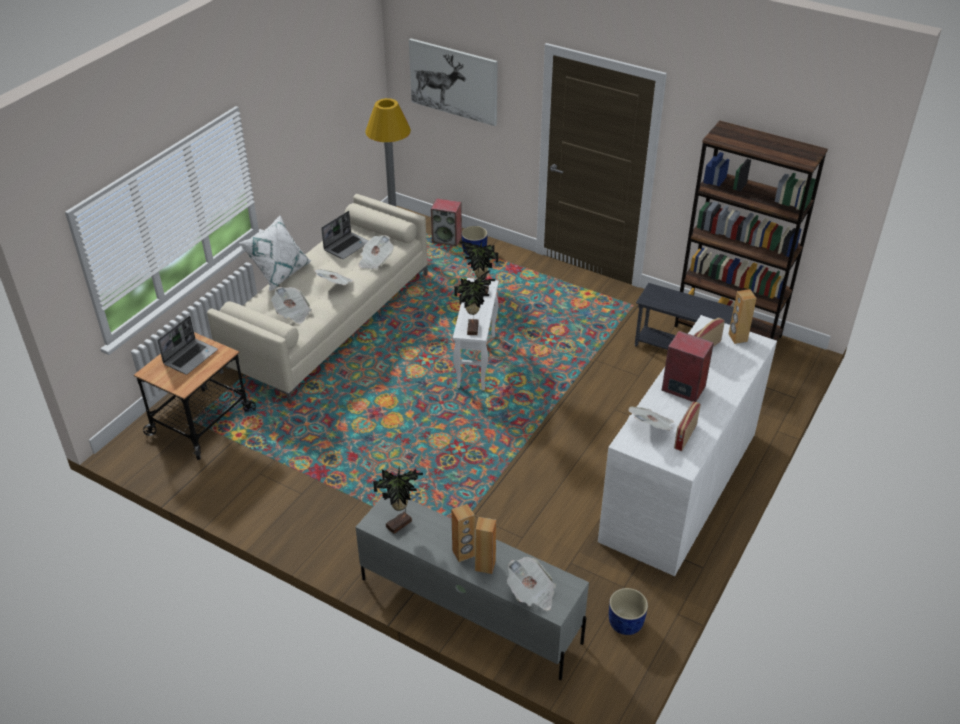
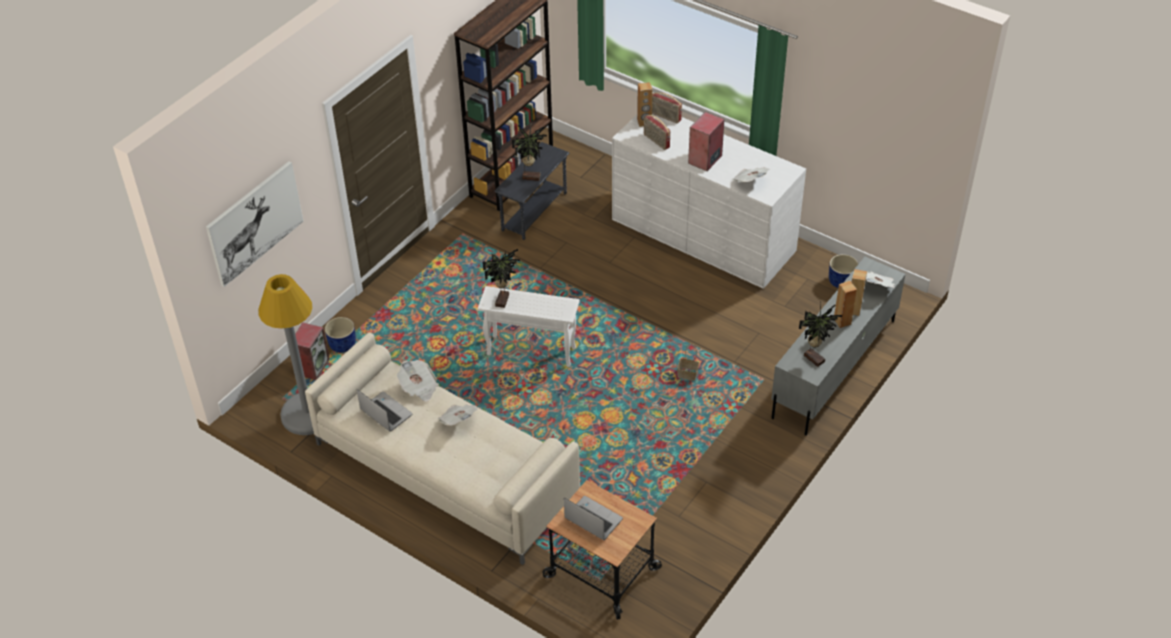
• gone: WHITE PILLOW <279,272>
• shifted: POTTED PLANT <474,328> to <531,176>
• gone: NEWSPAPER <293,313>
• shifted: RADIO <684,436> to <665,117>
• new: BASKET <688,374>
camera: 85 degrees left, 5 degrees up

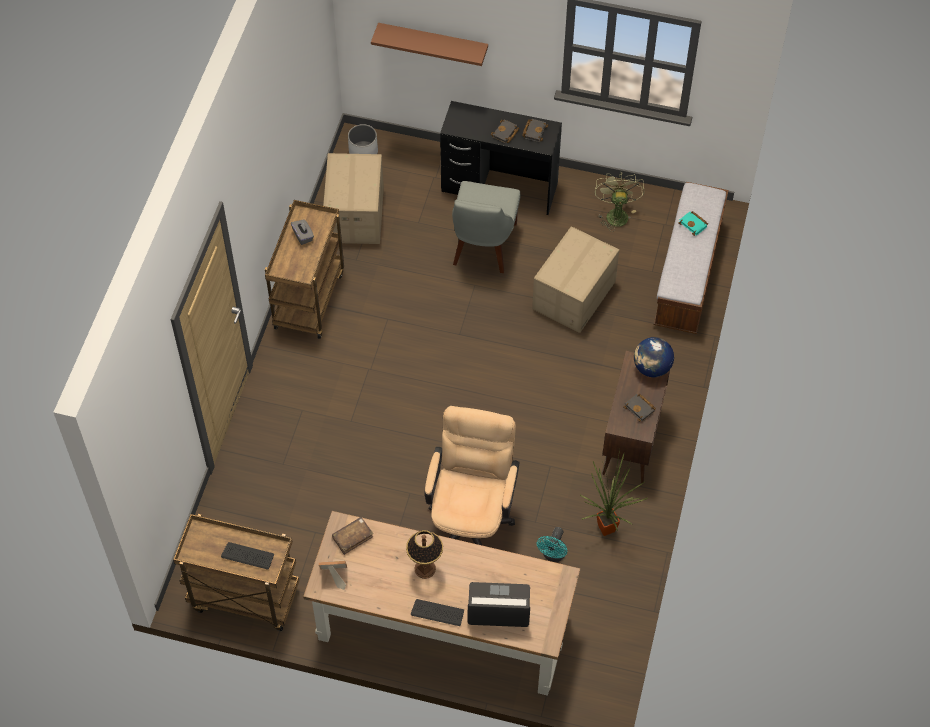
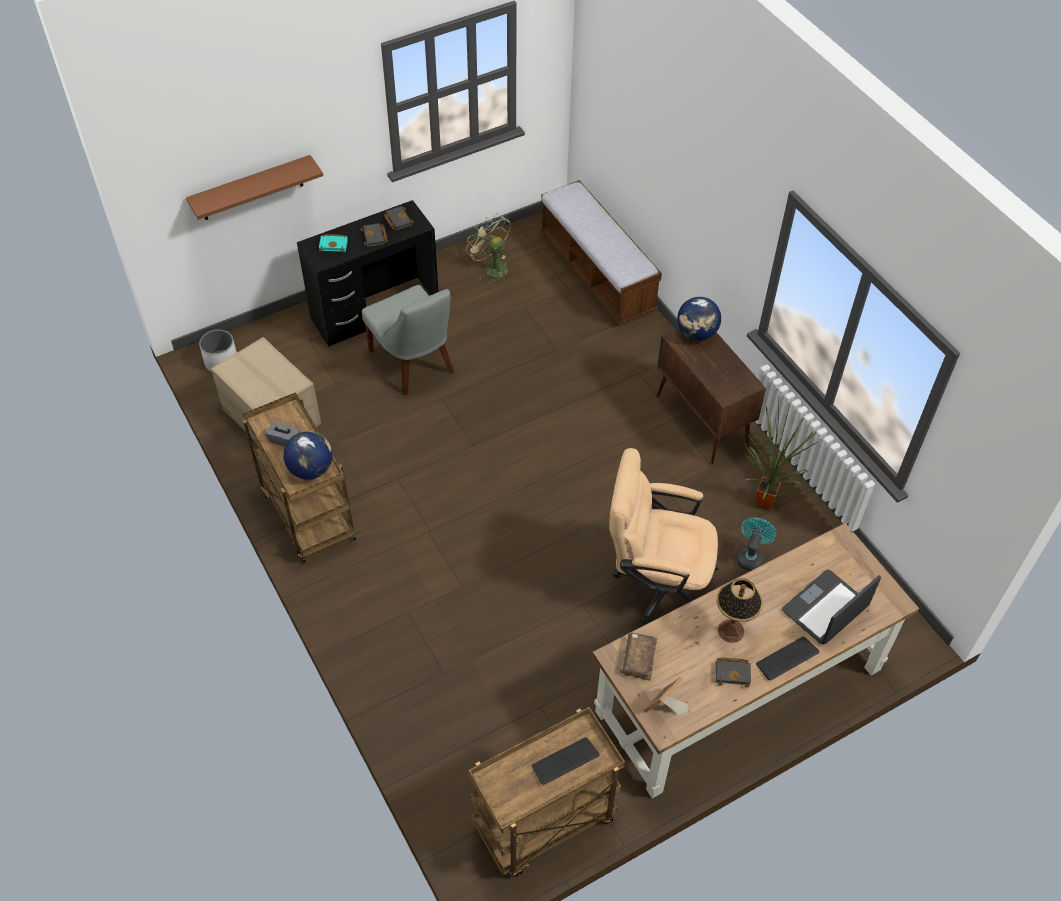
• shifted: TURQUOISE BOOK <694,224> to <334,244>
• gone: CARDBOARD BOX <574,295>
• shifted: BLACK BOOK <640,409> to <733,673>
• rotated: BEIGE OFFICE CHAIR <471,519> = <656,582> 45 degrees counterclockwise
• rotated: TURQUOISE FAN <553,555> = <750,556> 135 degrees counterclockwise
• new: GLOBE <311,469>
camera: 45 degrees left, 5 degrees down

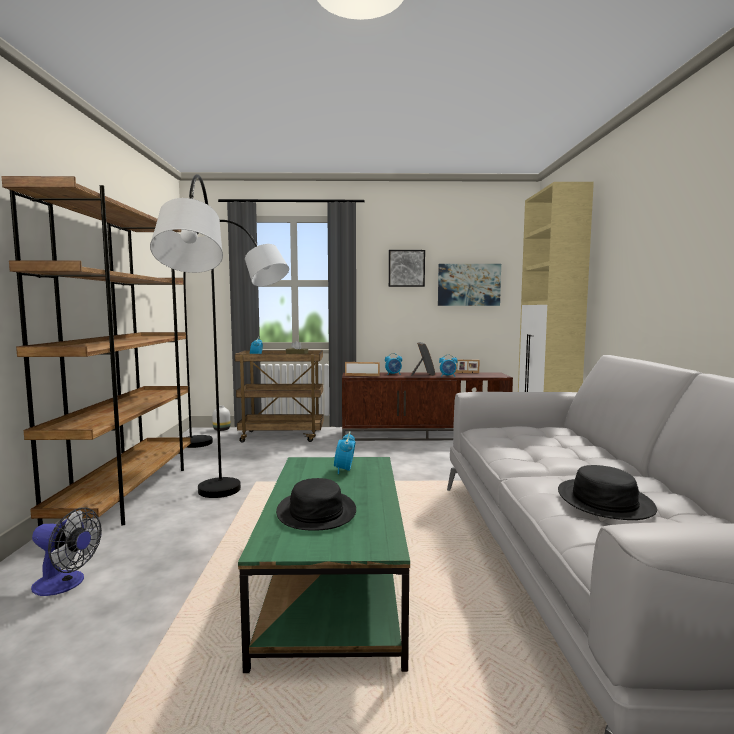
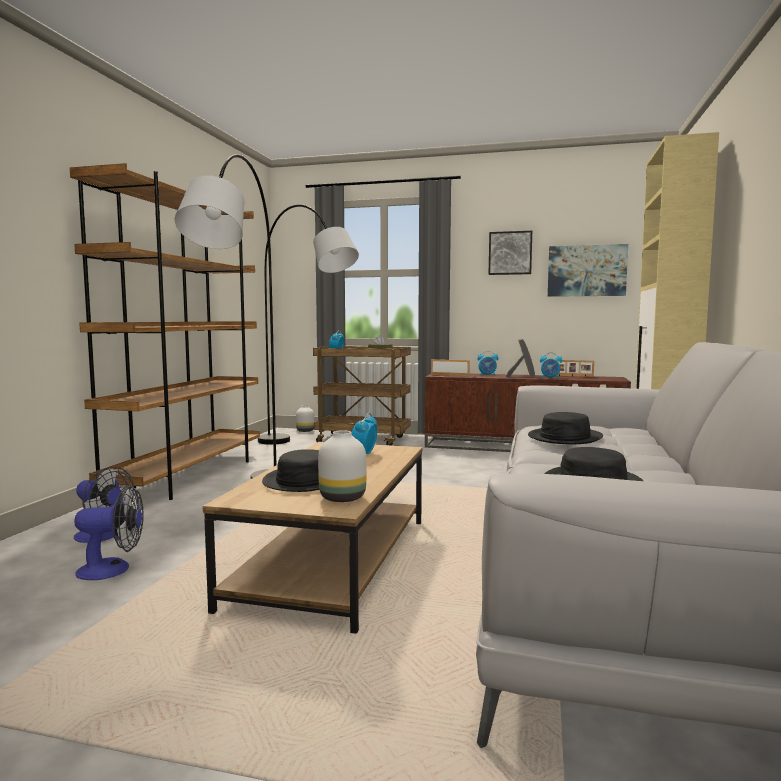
• repainted: GREEN COFFEE TABLE <335,582> to BROWN COFFEE TABLE <335,561>
• new: BLACK HAT <564,437>
• new: WHITE VASE <343,498>
• new: FAN <113,569>
camera: 15 degrees right, 0 degrees up

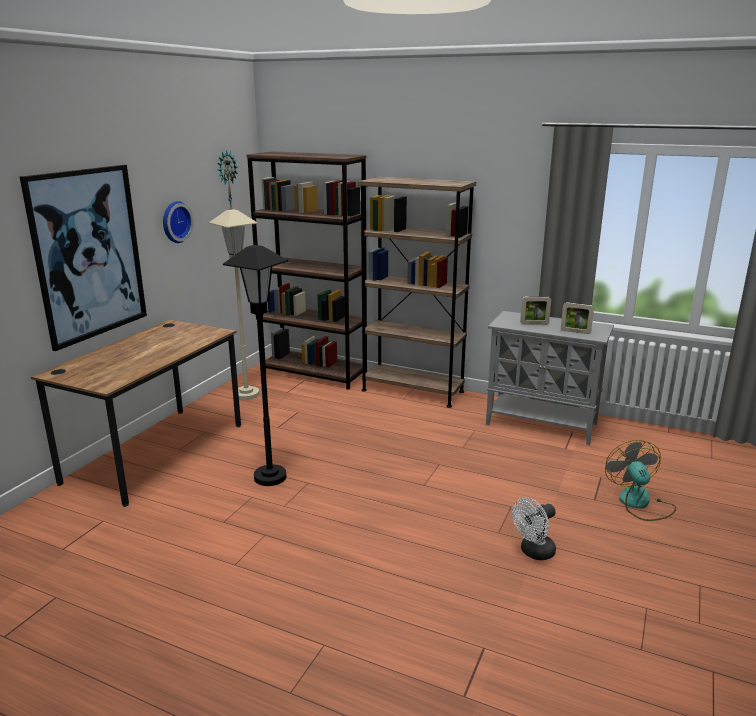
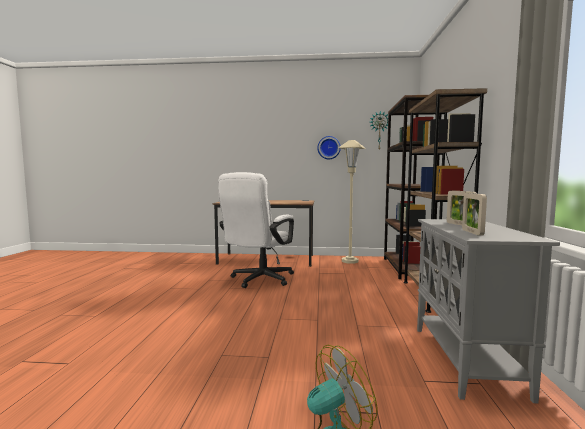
• gone: PICTURE <89,254>
• swapped: BLACK FLOOR LAMP <270,477> to WHITE OFFICE CHAIR <258,280>
• gone: WHITE FAN <533,552>
camera: 70 degrees right, 15 degrees down

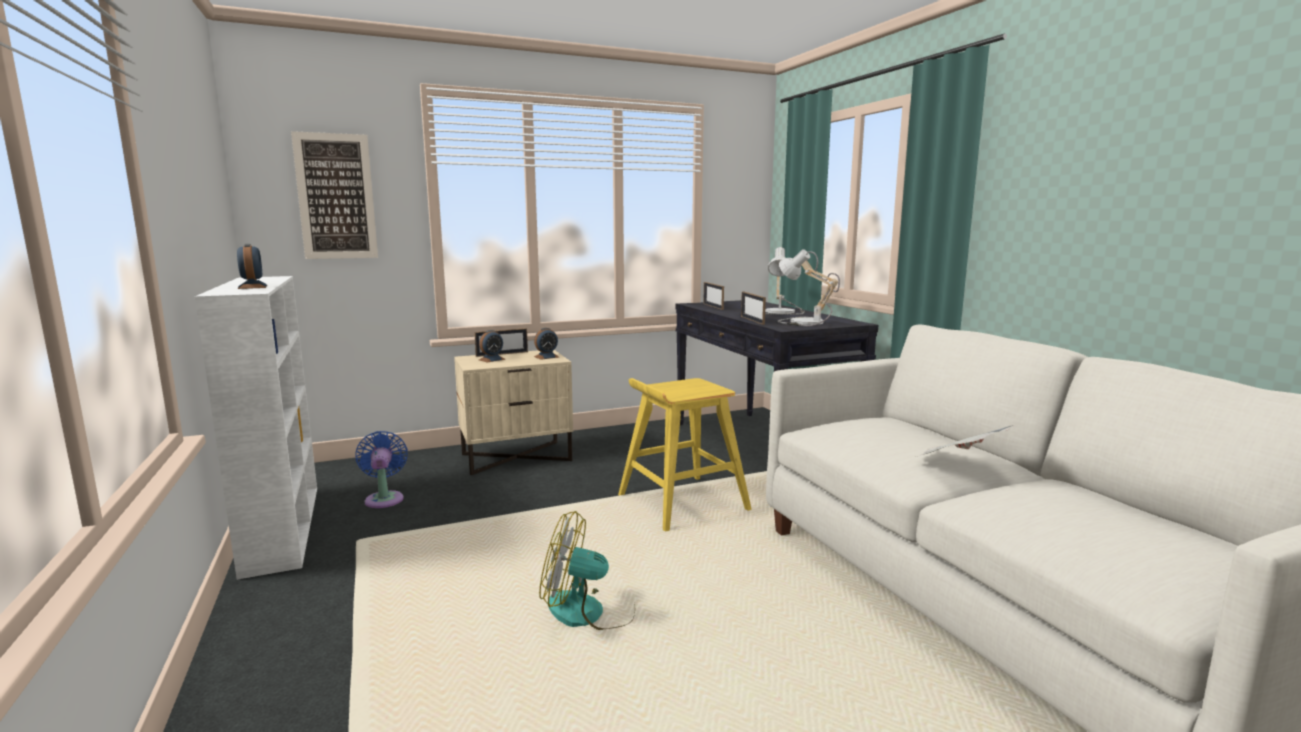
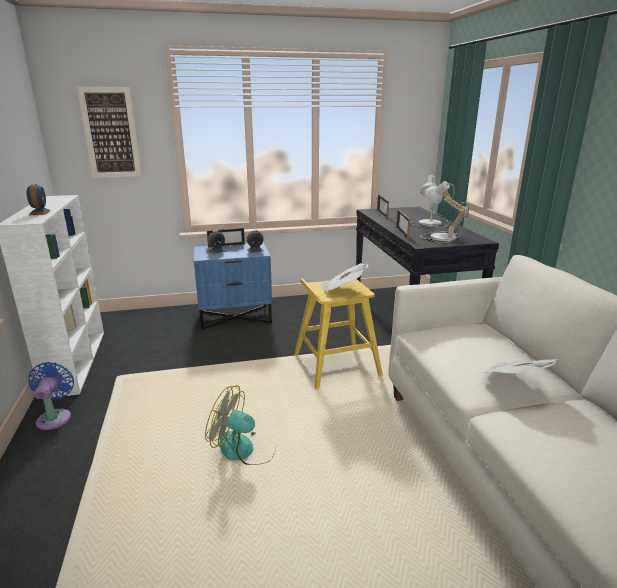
• repainted: BEIGE NIGHTSTAND <516,457> to BLUE NIGHTSTAND <235,317>
• shifted: BLUE FAN <384,498> to <55,417>
• new: NEWSPAPER <342,289>
camera: 10 degrees right, 10 degrees up

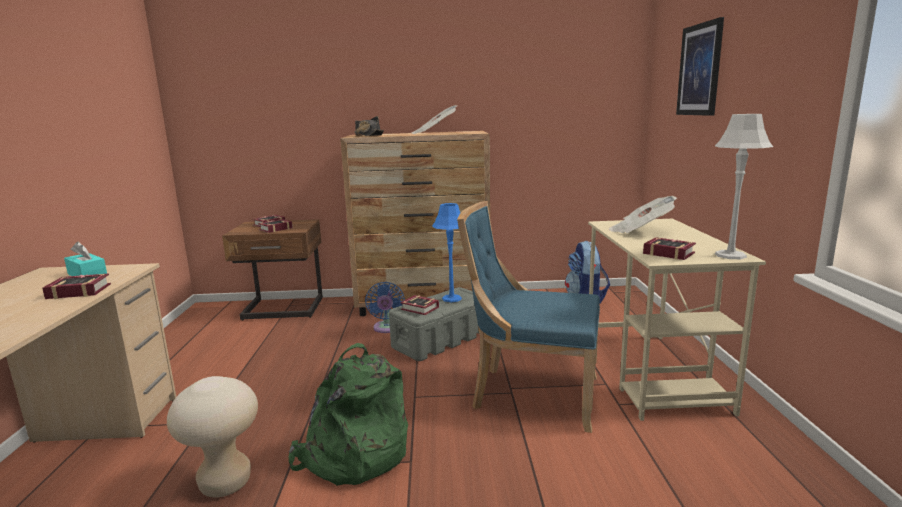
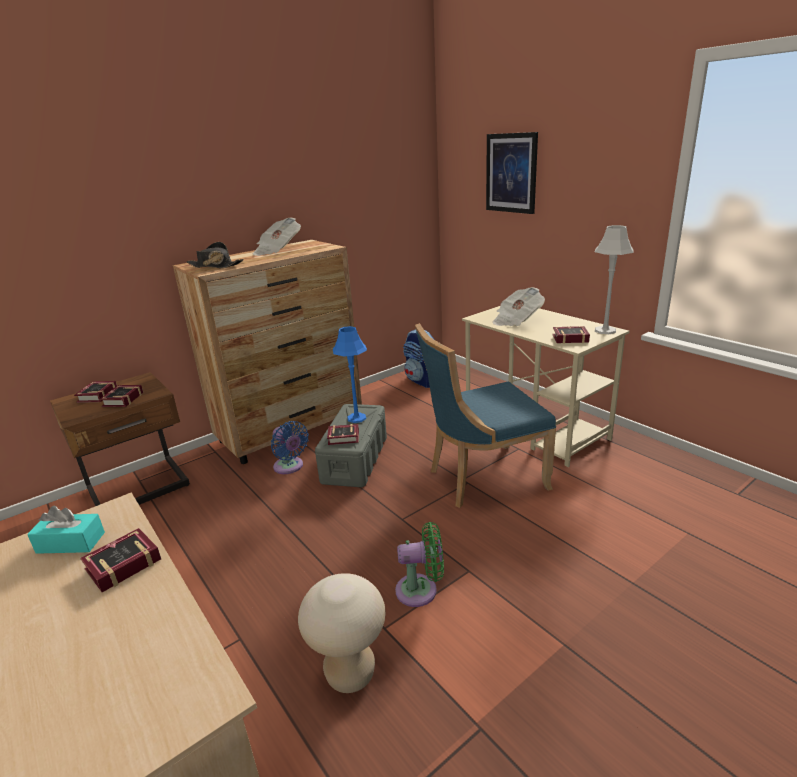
• swapped: GREEN BACKPACK <353,455> to GREEN FAN <421,590>
camera: 35 degrees left, 10 degrees up

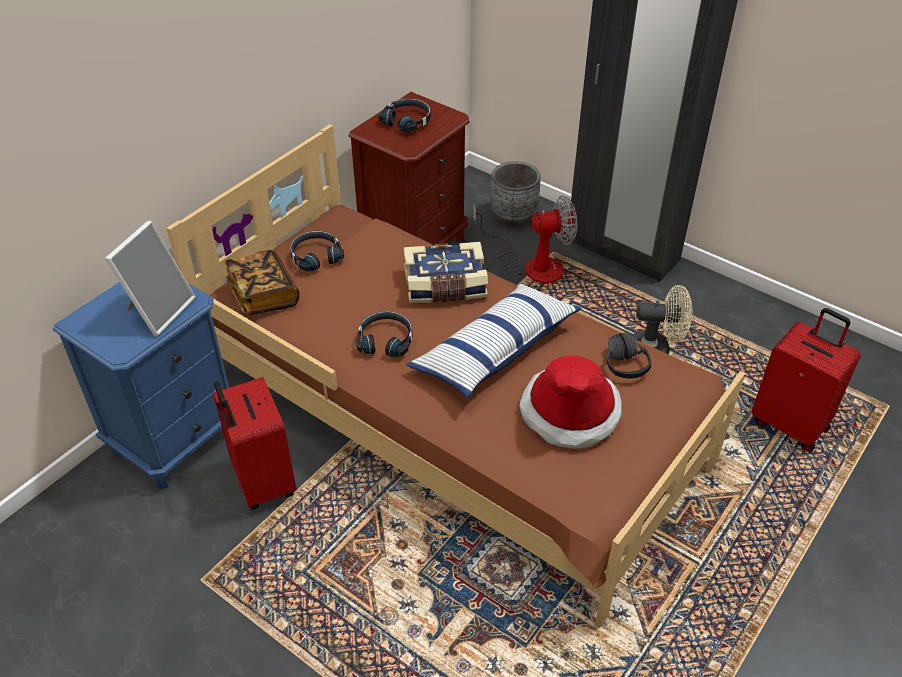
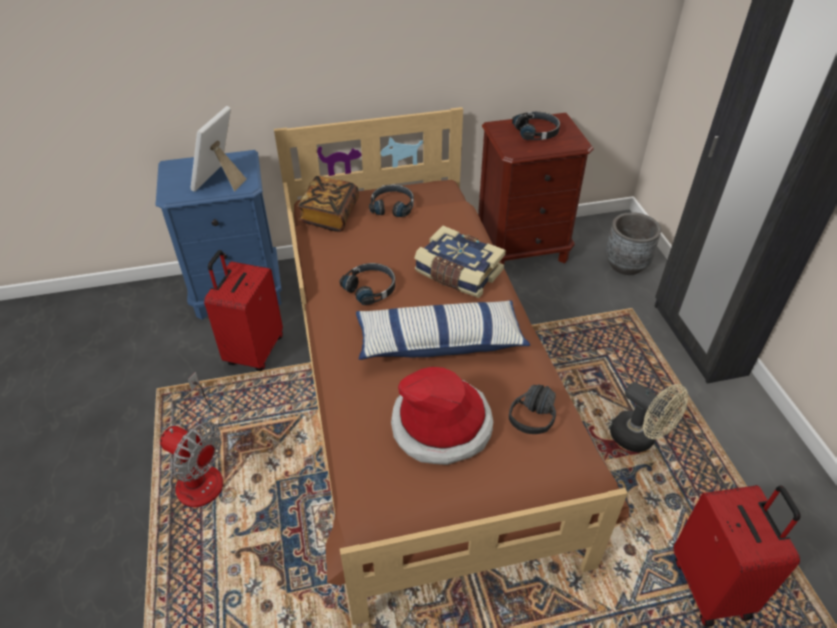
• shifted: FAN <532,265> to <201,471>
• rotated: PICTURE FRAME <158,310> = <220,181> 135 degrees clockwise
camera: 40 degrees right, 0 degrees up

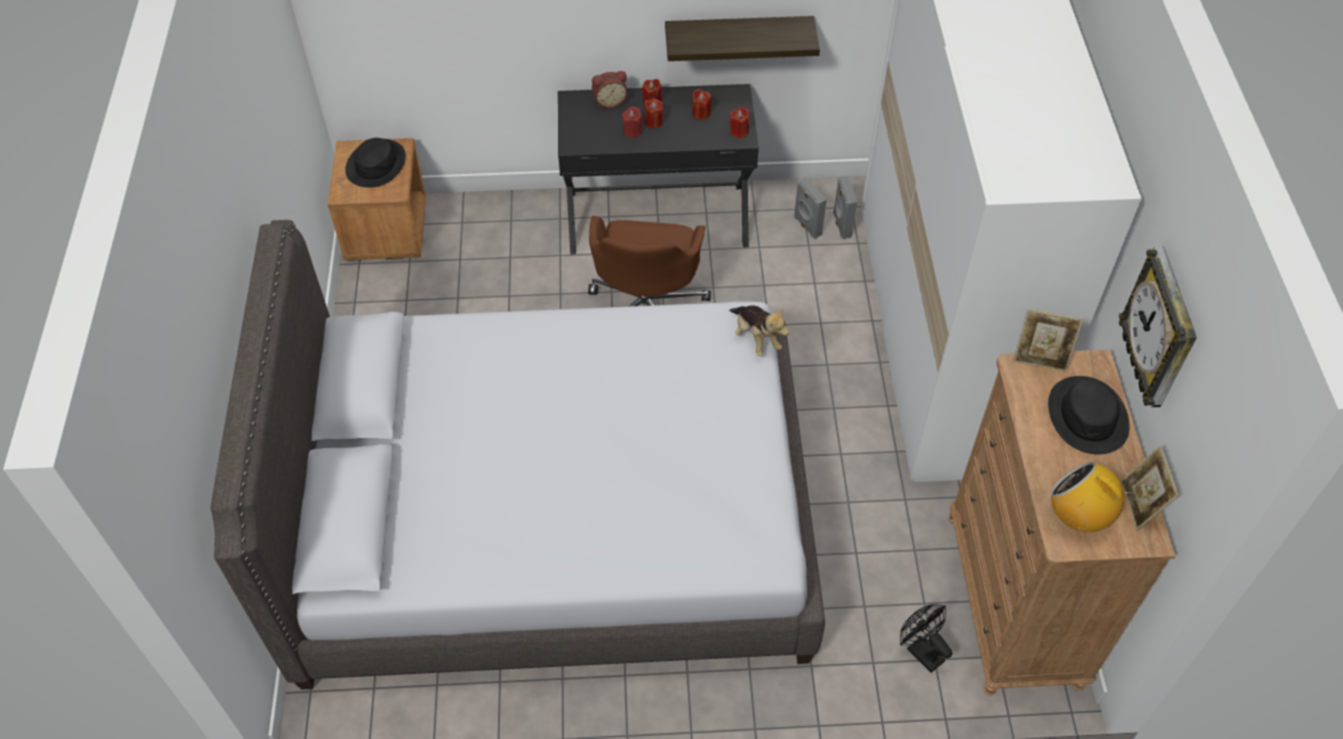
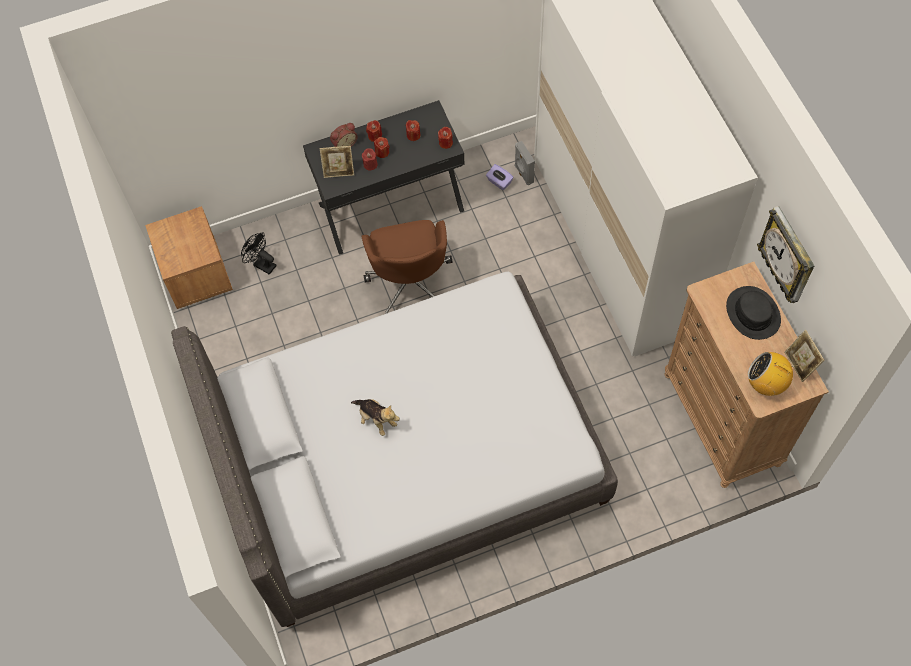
• gone: SHELF <738,36>
• gone: BLACK HAT <375,164>
• swapped: GREY SPEAKER <806,226> to PURPLE TISSUE BOX <499,182>
• shifted: PLUSH TOY <756,338> to <376,419>
• shifted: PICTURE FRAME <1040,359> to <339,171>
• shifted: BLACK FAN <920,651> to <261,264>
camera: 15 degrees left, 10 degrees up

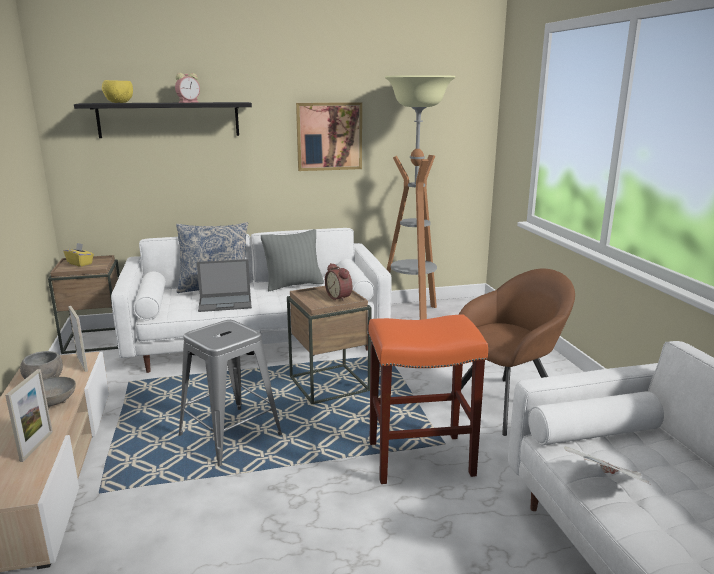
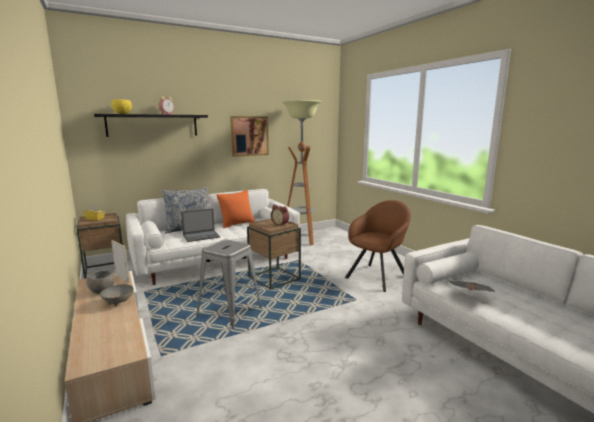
• repainted: GREY PILLOW <293,285> to ORANGE PILLOW <237,224>
• gone: ORANGE STOOL <419,459>
• gone: PICTURE FRAME <36,446>
camera: 15 degrees left, 5 degrees down

